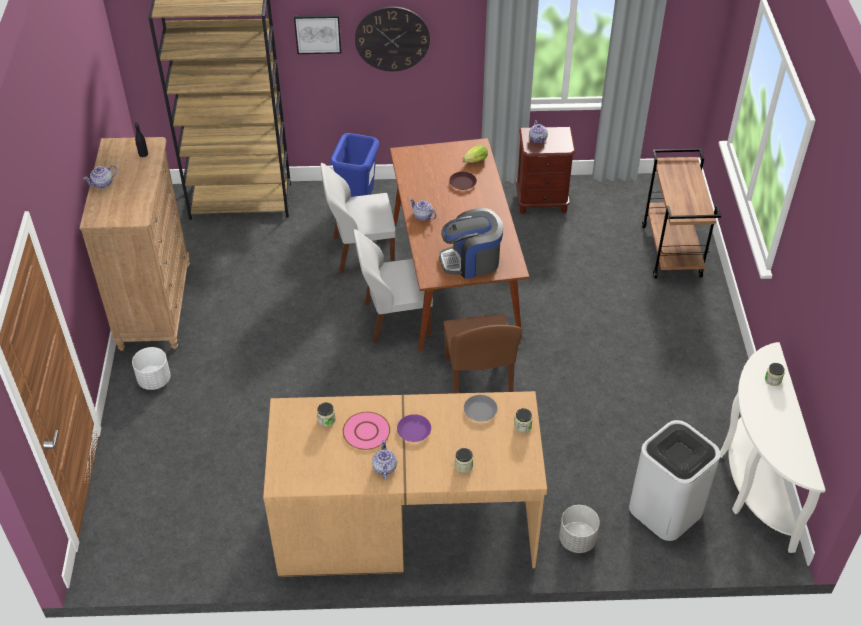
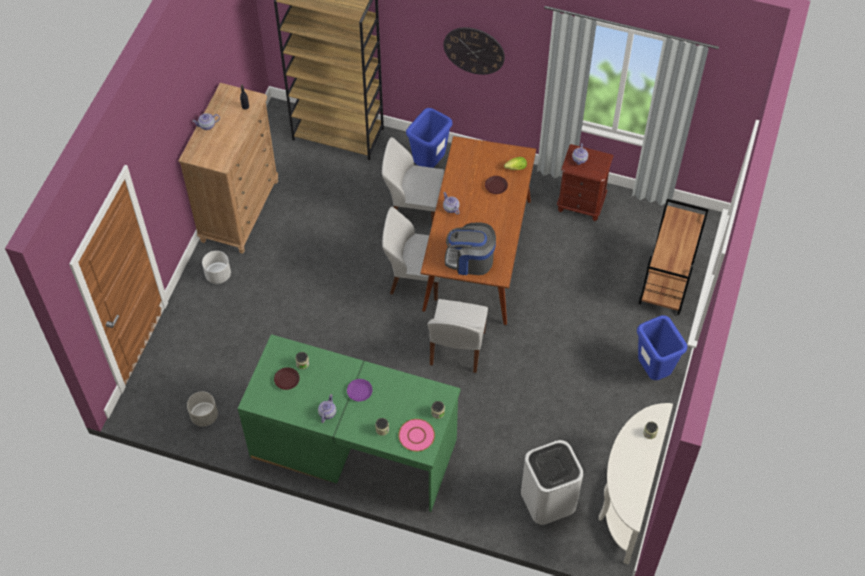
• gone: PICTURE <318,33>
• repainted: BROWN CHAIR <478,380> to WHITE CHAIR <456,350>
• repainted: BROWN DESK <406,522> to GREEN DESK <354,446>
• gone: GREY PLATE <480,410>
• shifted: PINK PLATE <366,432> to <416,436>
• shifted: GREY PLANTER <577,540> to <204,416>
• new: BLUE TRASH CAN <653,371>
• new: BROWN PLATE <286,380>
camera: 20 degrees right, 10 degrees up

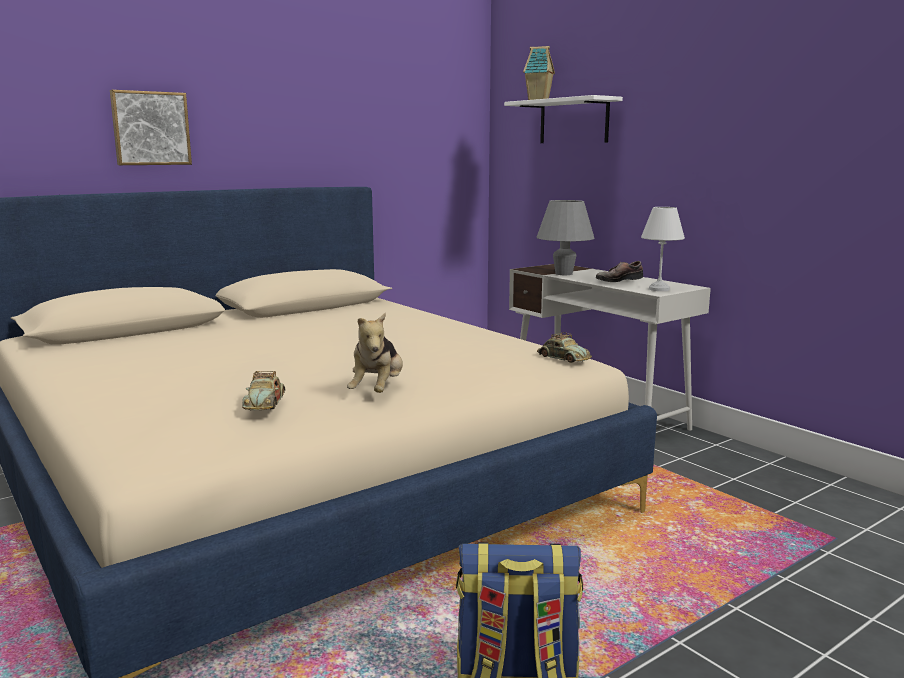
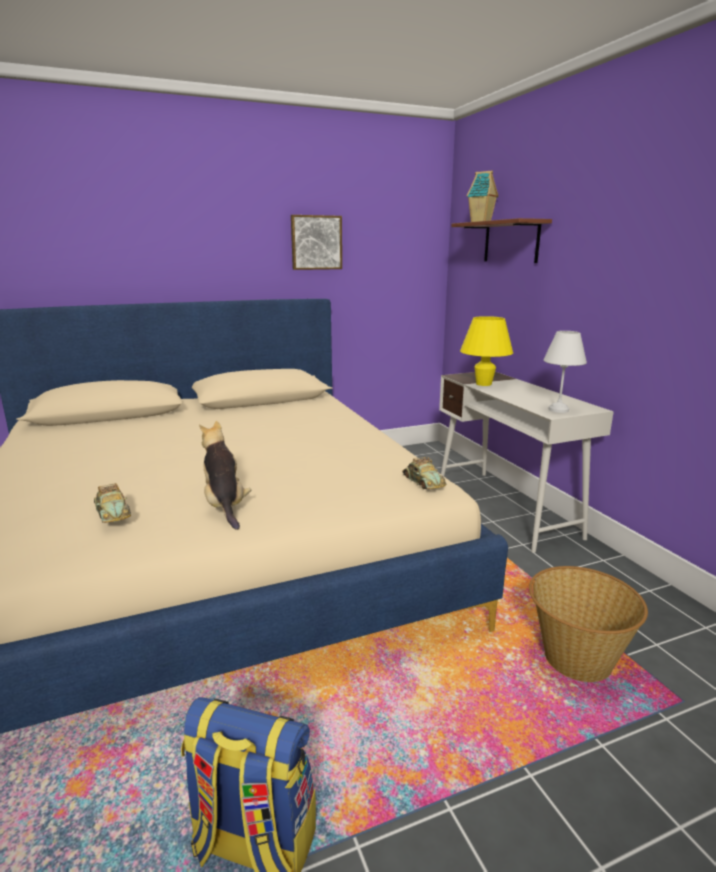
• shifted: PICTURE <150,128> to <316,242>
• repainted: WHITE SHELF <573,121> to BROWN SHELF <511,242>
• repainted: GREY TABLE LAMP <563,274> to YELLOW TABLE LAMP <483,384>
• gone: SHOE <617,280>
• rotated: PLUSH TOY <378,391> = <225,505> 135 degrees clockwise
• rotated: TOY CAR <265,403> = <112,512> 45 degrees counterclockwise
• new: BASKET <576,659>
camera: 15 degrees right, 5 degrees up

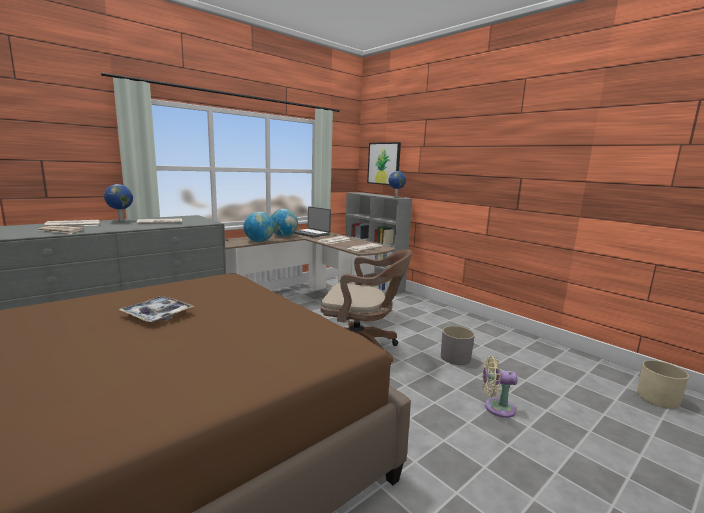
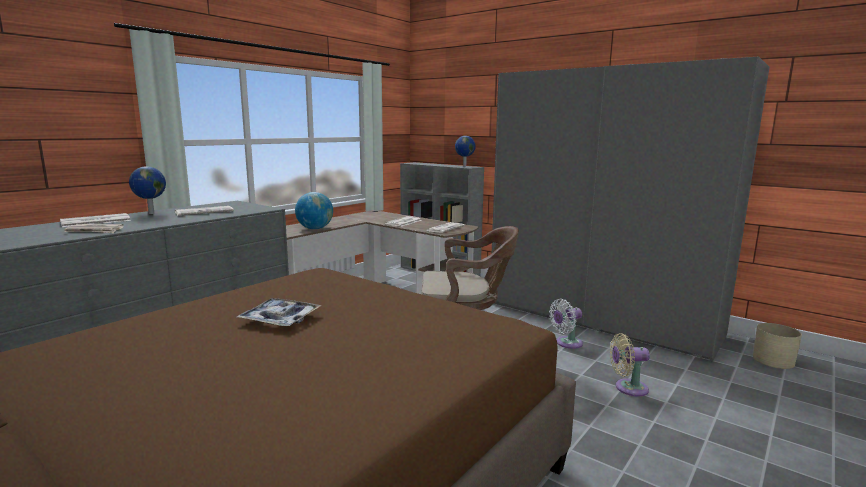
• gone: PICTURE <384,163>
• gone: LAPTOP <311,233>
• gone: GLOBE <284,236>
• swapped: GREY PLANTER <455,358> to WHITE FAN <566,343>
• new: GREY WARDROBE <599,318>
camera: 10 degrees left, 0 degrees up

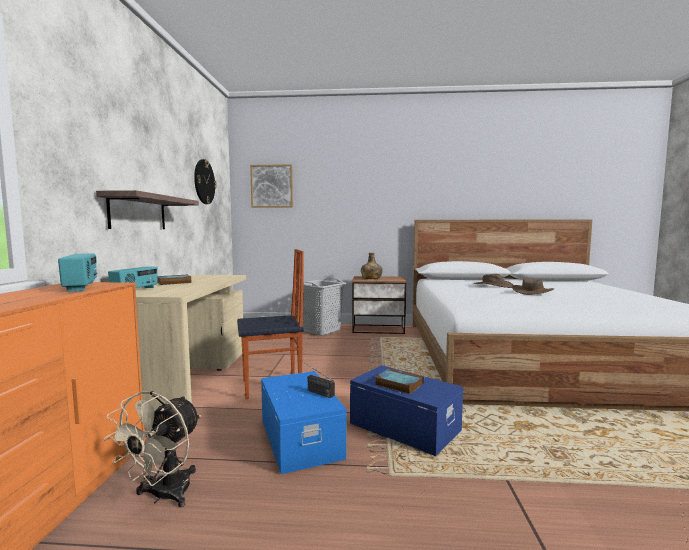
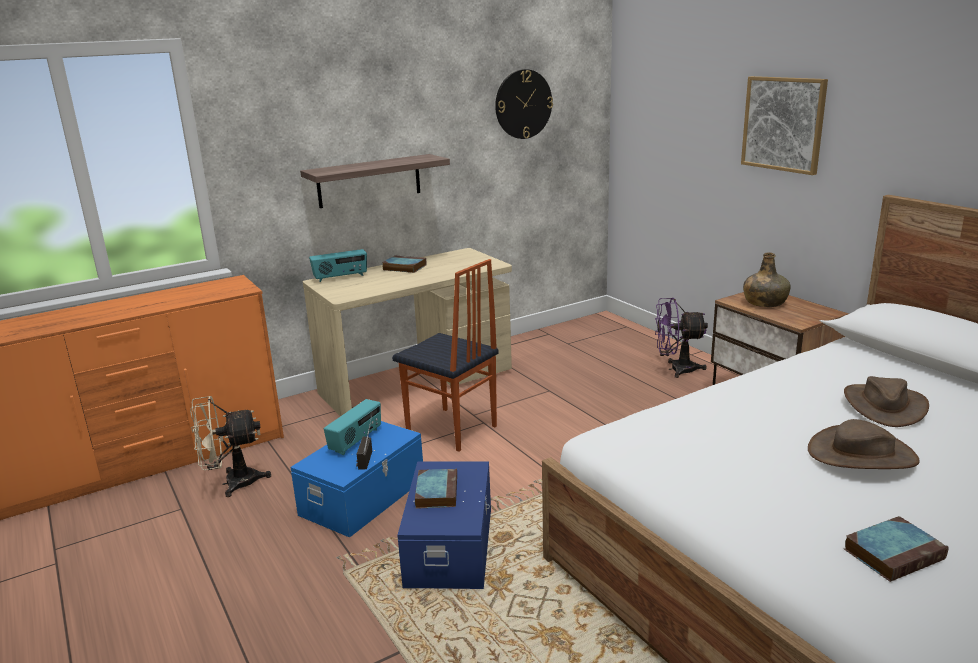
• shifted: PICTURE <272,186> to <783,124>
• shifted: RADIO <81,287> to <356,441>
• swapped: GREY LAUNDRY BASKET <321,331> to PURPLE FAN <676,369>
• new: BOOK <894,553>
camera: 55 degrees right, 15 degrees up

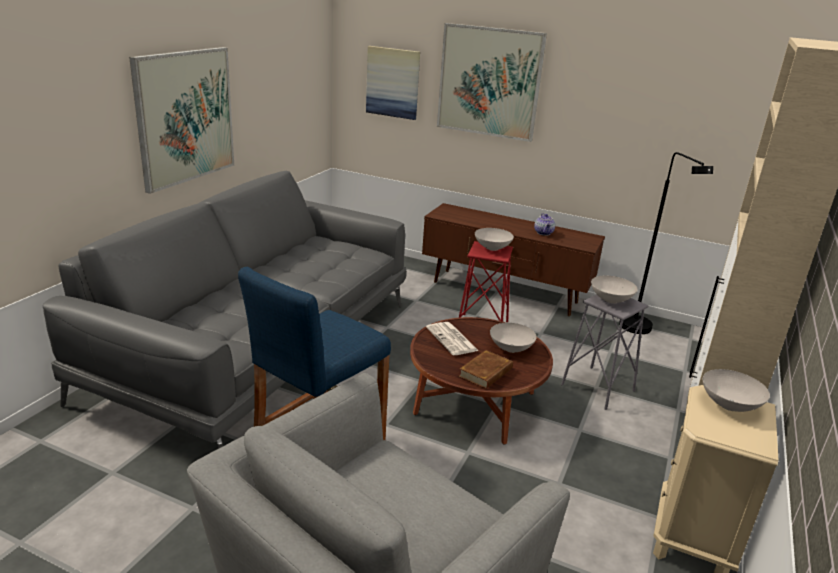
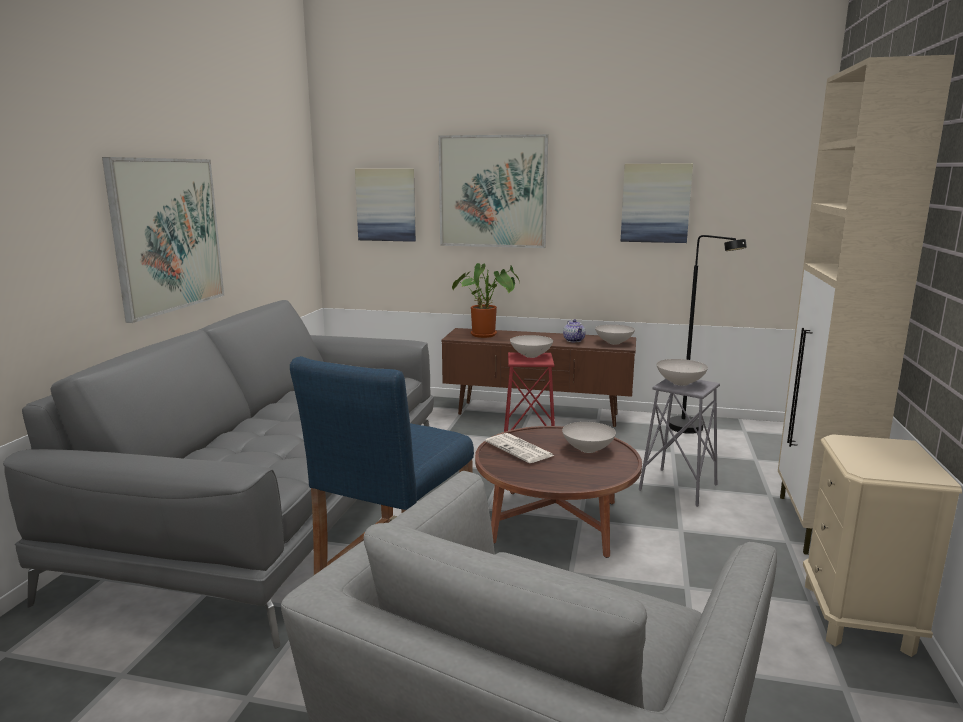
• gone: BROWN BOOK <486,372>
• shifted: WHITE BOWL <728,405> to <613,342>
• new: PICTURE <655,203>
• new: POTTED PLANT <487,335>
camera: 10 degrees left, 10 degrees down

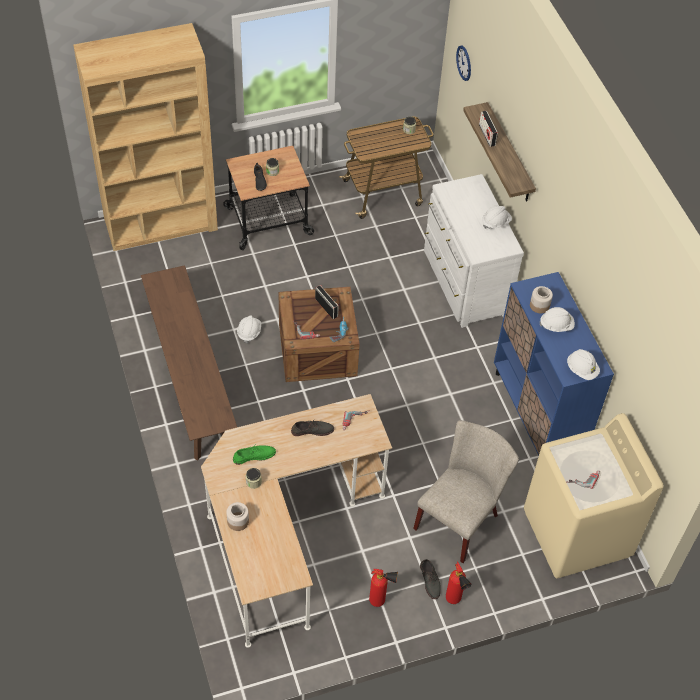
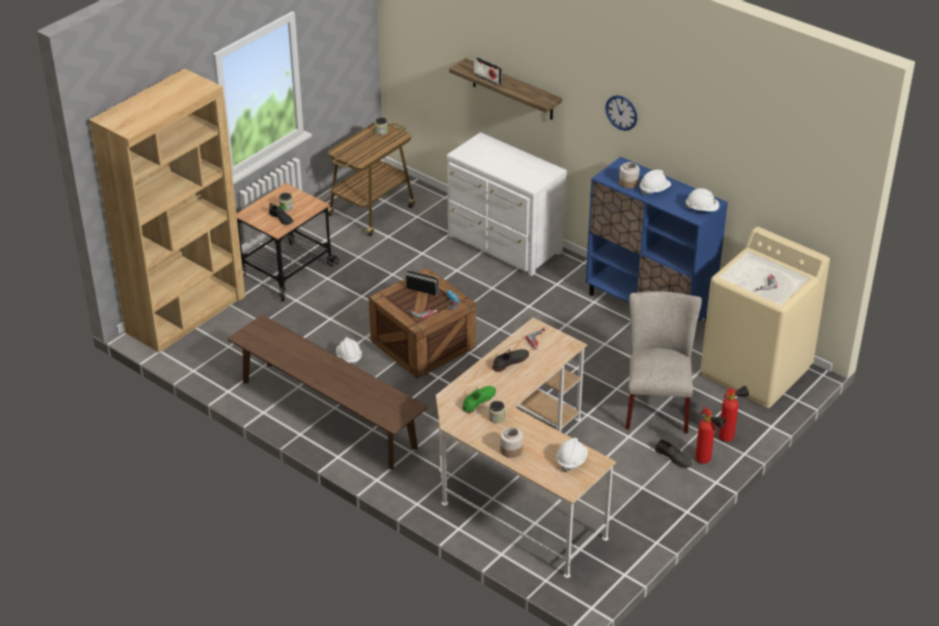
• shifted: WALL CLOCK <464,63> to <621,112>
• shifted: WHITE HARD HAT <496,222> to <571,461>
• shifted: FIRE EXTINGUISHER <380,601> to <729,437>
camera: 30 degrees left, 15 degrees down

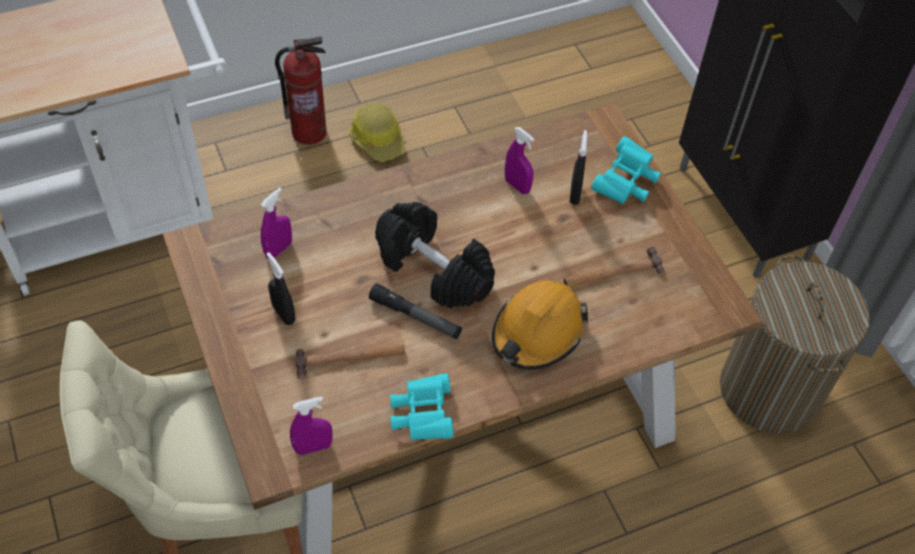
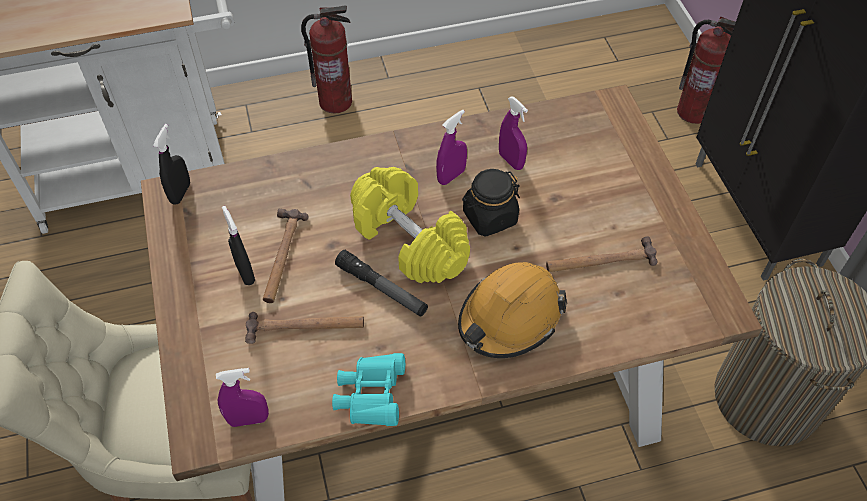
• gone: HARD HAT <378,139>
• shifted: BLACK SPRAY BOTTLE <575,194> to <180,193>
• gone: TURQUOISE BINOCULARS <625,183>
• shifted: PURPLE SPRAY BOTTLE <278,249> to <451,176>
• repainted: BLACK DUMBBELL <432,270> to YELLOW DUMBBELL <408,241>
• new: FIRE EXTINGUISHER <694,112>
• new: BLACK JAR <489,217>
• new: HAMMER <281,257>
camera: 10 degrees right, 0 degrees up

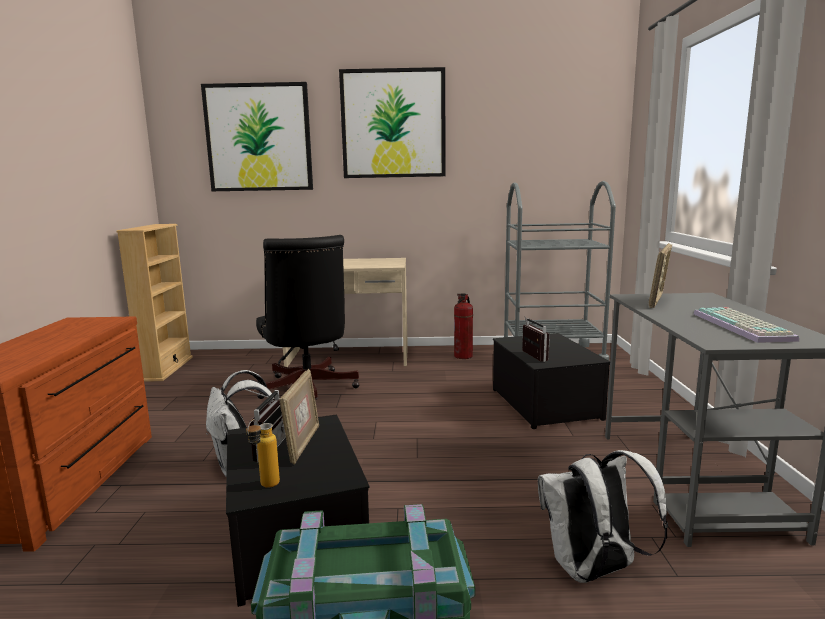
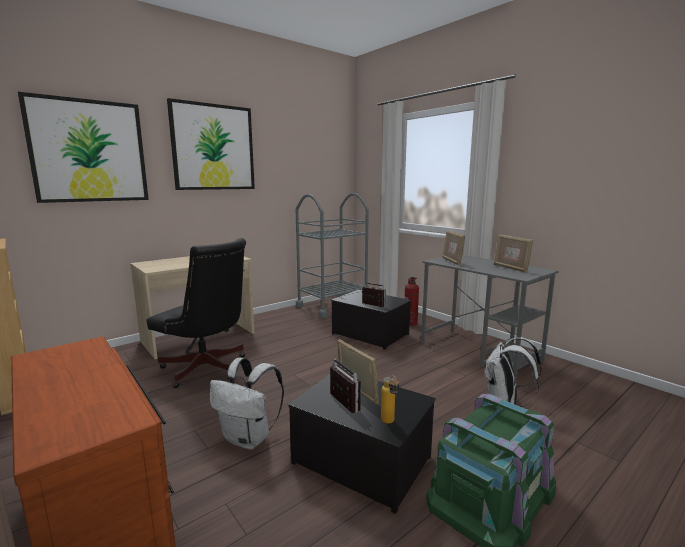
• shifted: FIRE EXTINGUISHER <463,356> to <410,323>
• swapped: KEYBOARD <744,326> to PICTURE FRAME <510,268>
camera: 40 degrees left, 0 degrees up

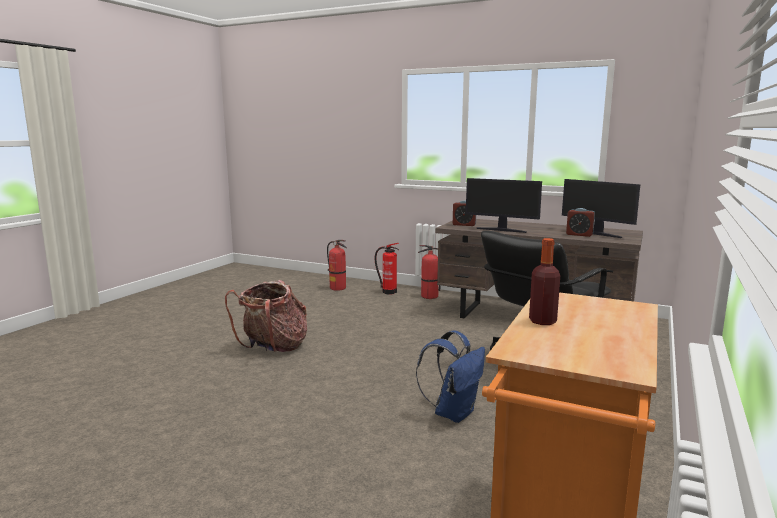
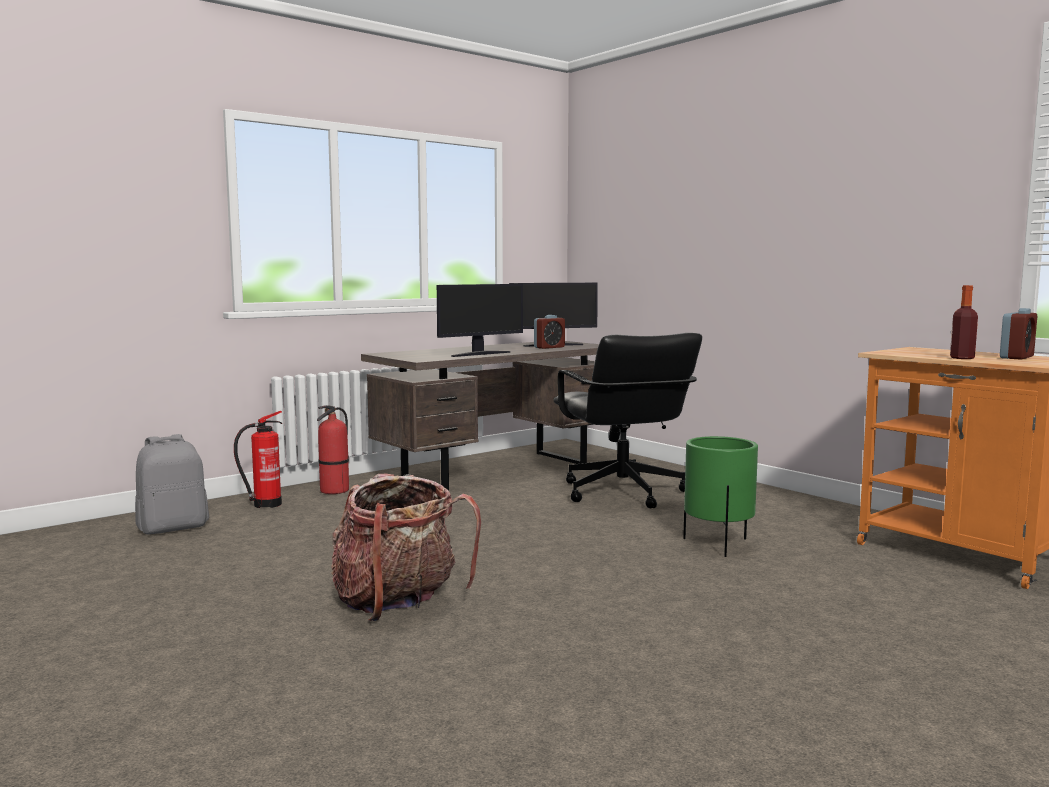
• shifted: ALARM CLOCK <464,225> to <1016,357>
• swapped: FIRE EXTINGUISHER <338,288> to GREY BACKPACK <173,527>
• swapped: BLUE BACKPACK <453,413> to GREEN PLANTER <717,544>
camera: 65 degrees left, 5 degrees down

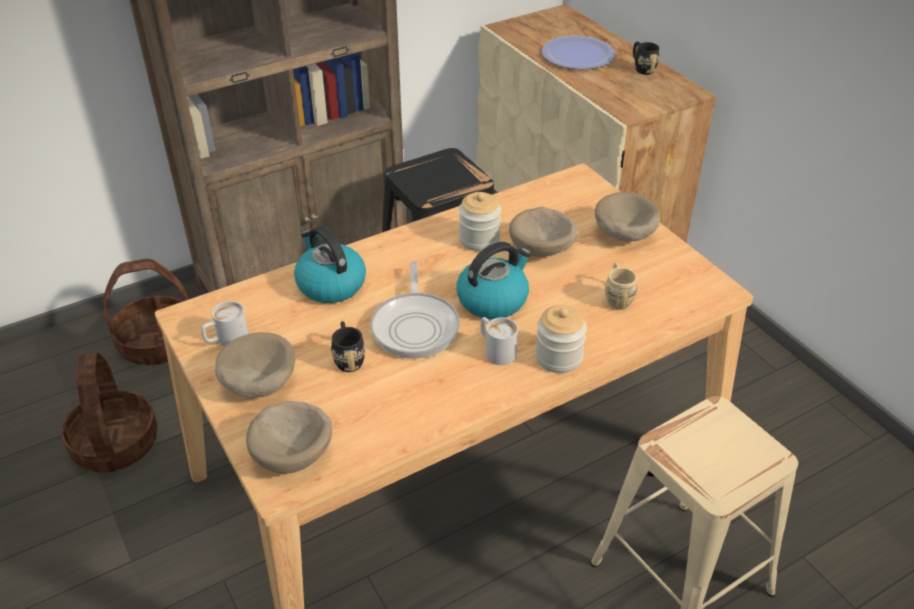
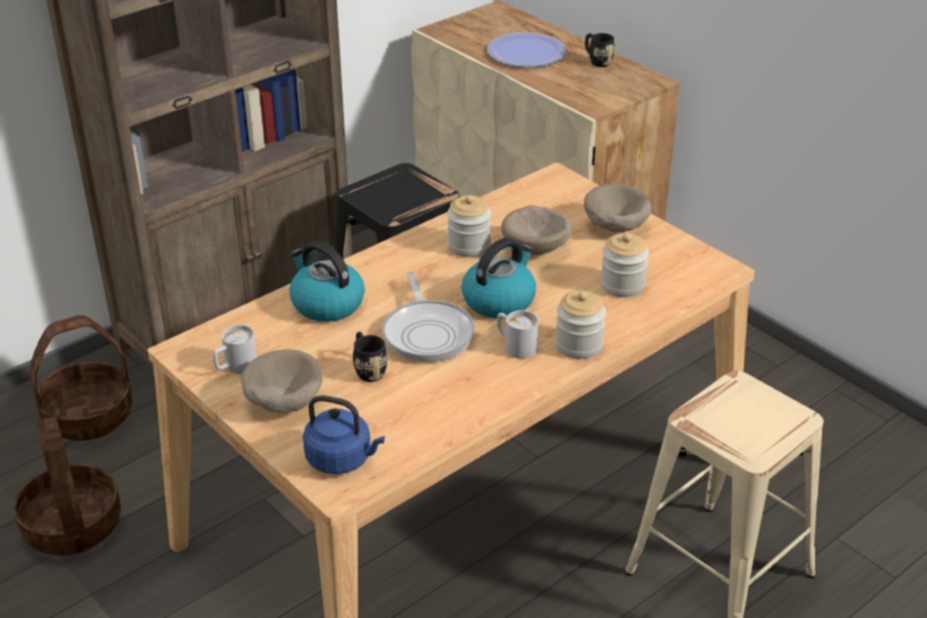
• swapped: BEIGE MUG <617,297> to JAR <622,285>
• swapped: BEIGE BOWL <294,454> to BLUE KETTLE <342,459>
camera: 10 degrees left, 5 degrees down

